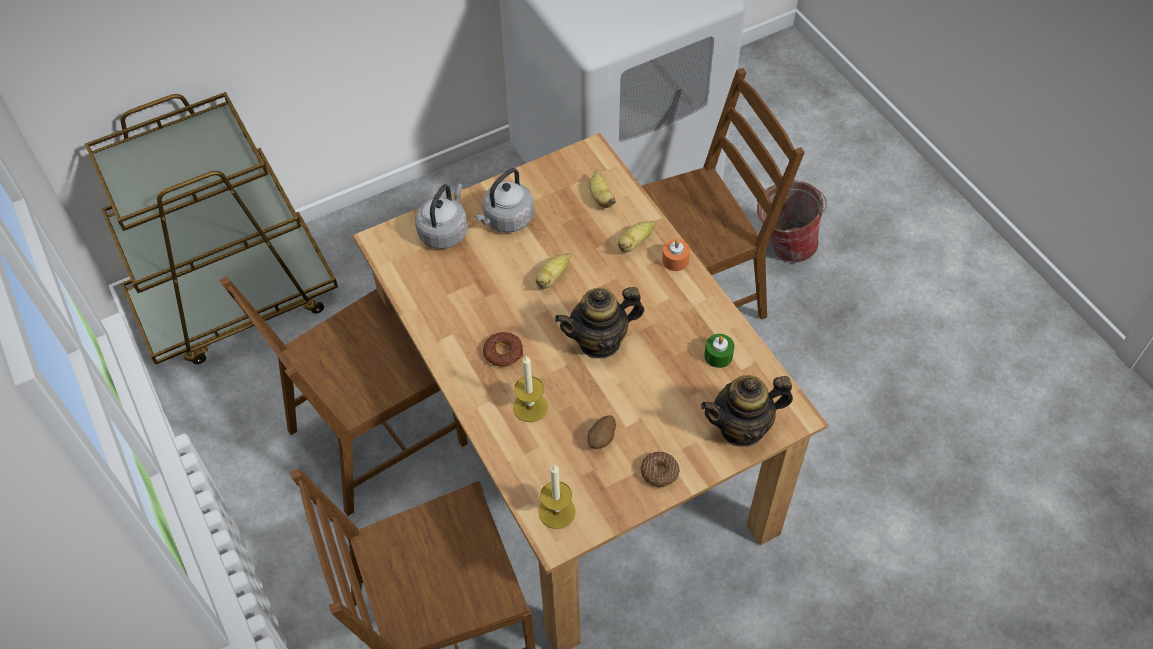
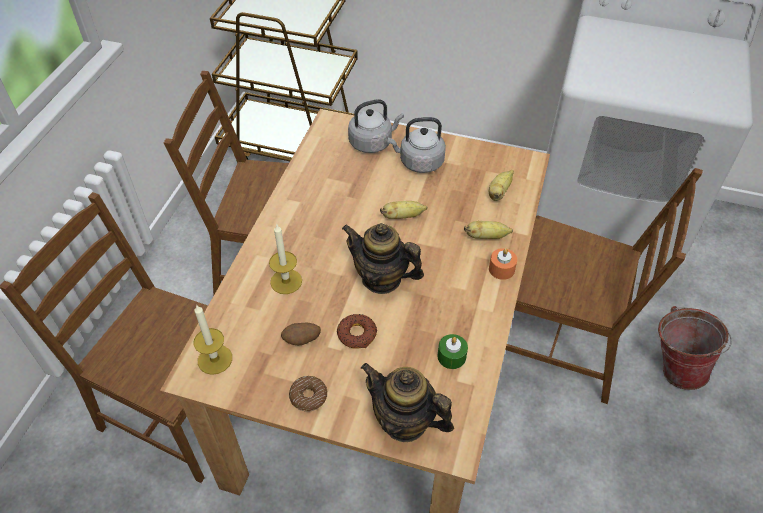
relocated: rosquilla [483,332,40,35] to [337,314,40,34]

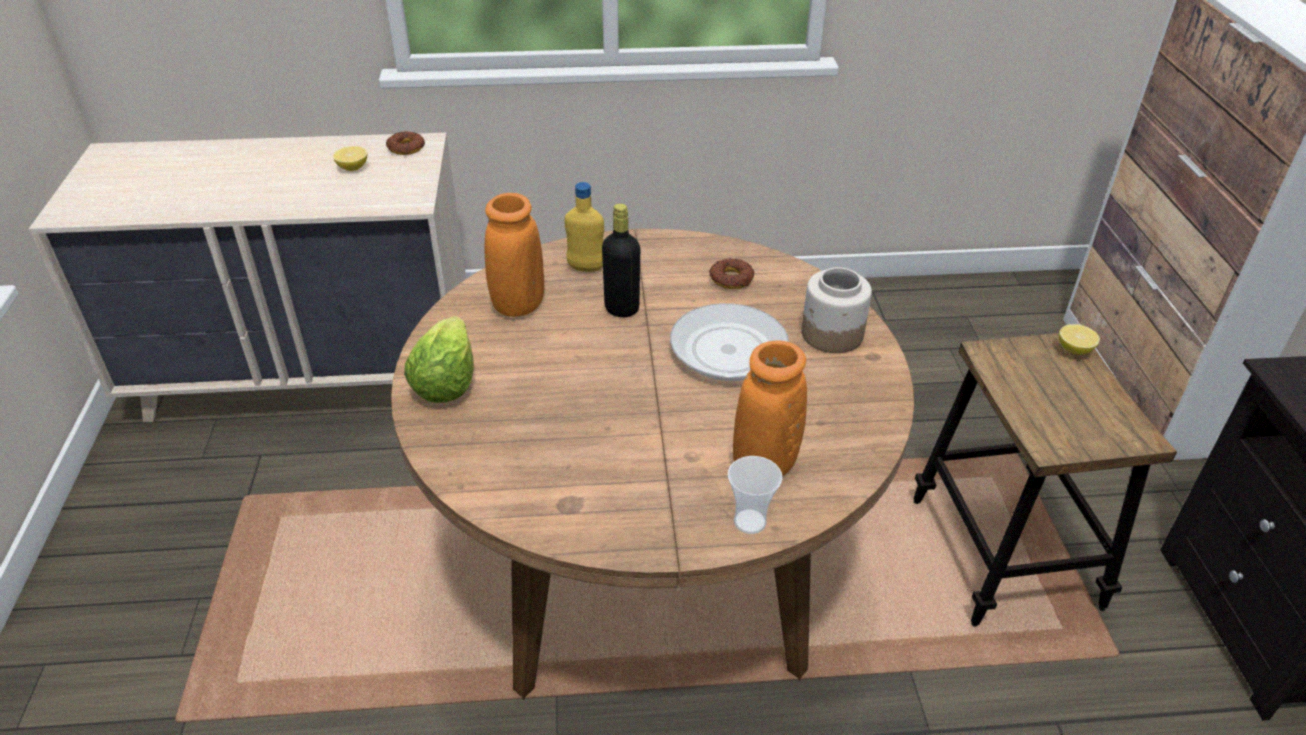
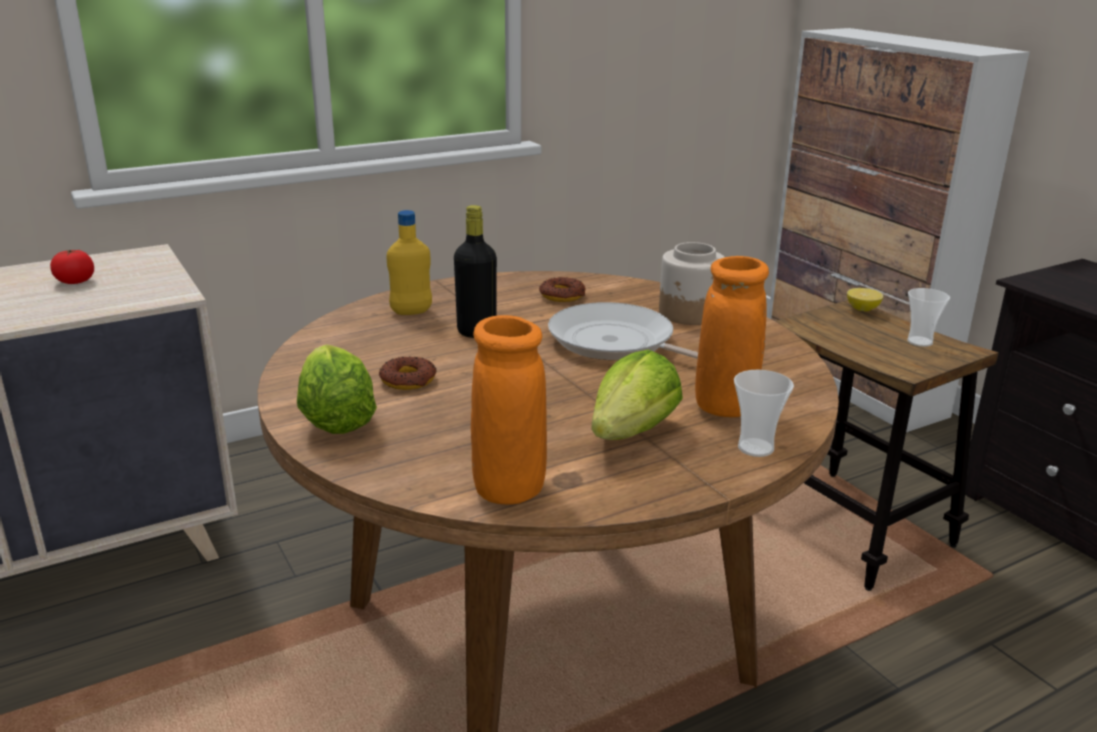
appeared: lechuga [591,350,92,90]; taza [907,288,43,59]
relocated: rosquilla [386,131,39,24] to [379,357,58,33]; florero [naranja] [484,193,60,124] to [471,315,76,190]
exchanged: limón [333,146,34,25] to tomate [50,250,44,34]

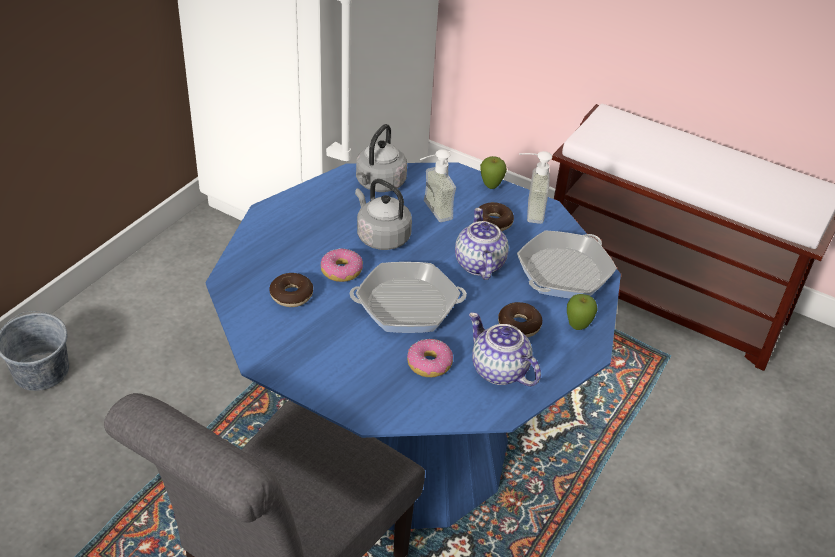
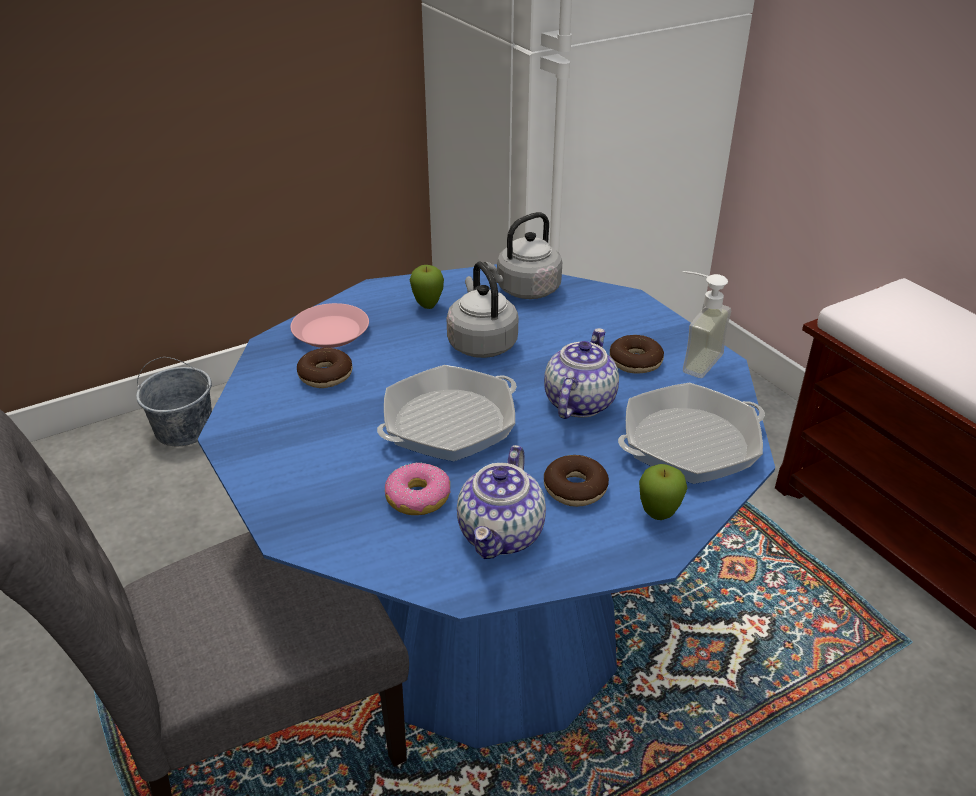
missing: rosquilla [321,248,42,34]; dispensador de jabón [419,149,37,73]
appeared: plato [rosa] [290,303,79,45]
relocated: manzana [480,156,27,33] to [410,265,34,44]
spun: sartén [349,262,118,71] = [377,365,140,97] 60 degrees counterclockwise; tetera [469,312,72,74] = [457,445,89,114] 150 degrees counterclockwise

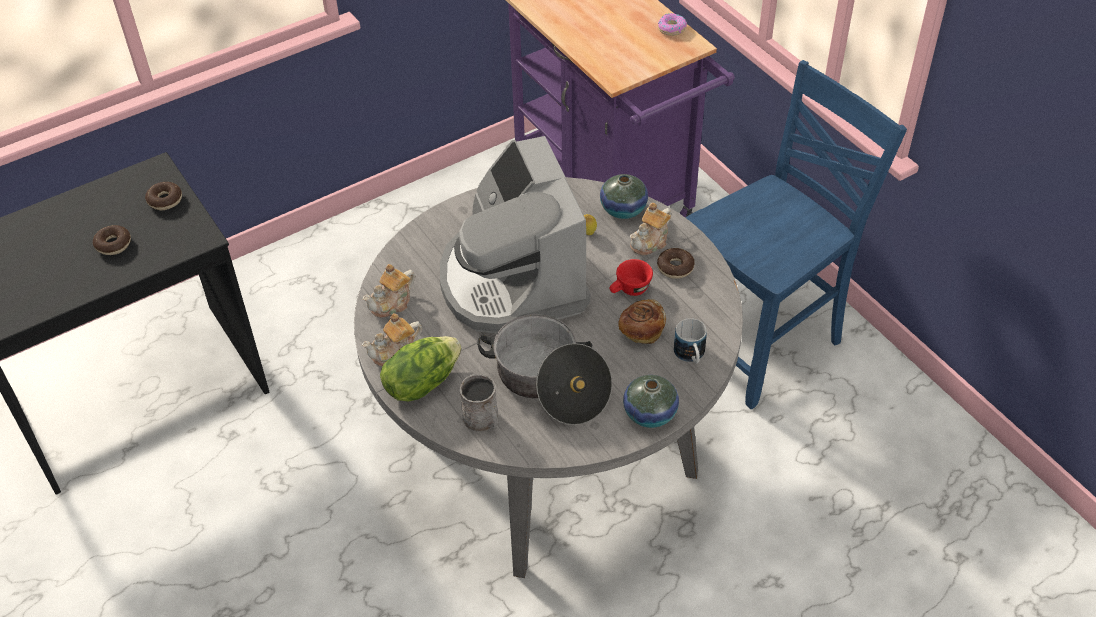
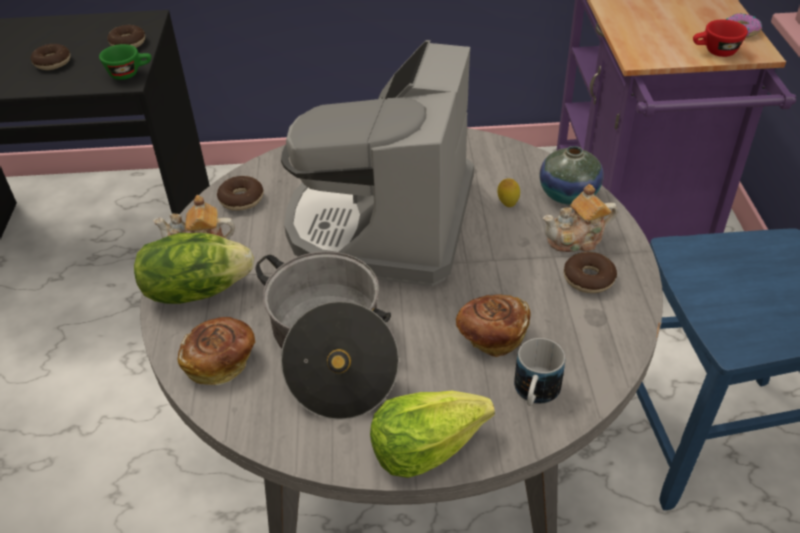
appeared: taza [verde] [99,44,52,36]
relocated: taza [rojo] [610,259,43,37] to [693,19,55,38]
exchanged: tetera [363,264,52,54] to rosquilla [217,176,47,35]; taza grande [gris] [459,374,39,58] to pan [178,317,77,68]; florero [623,375,56,53] to lechuga [370,391,125,87]

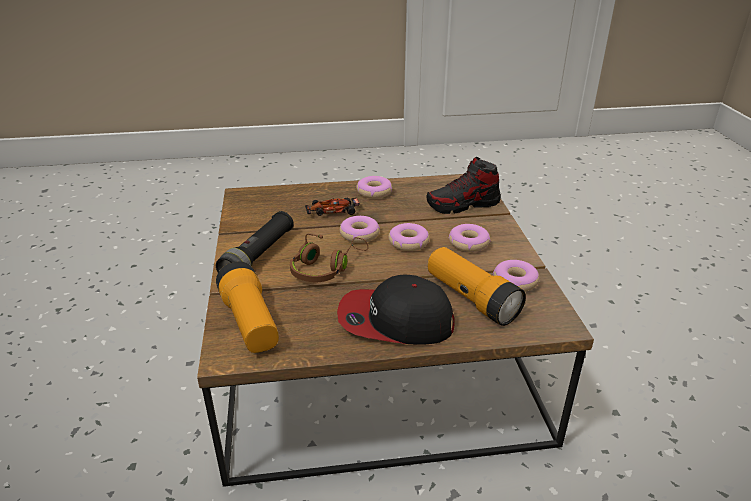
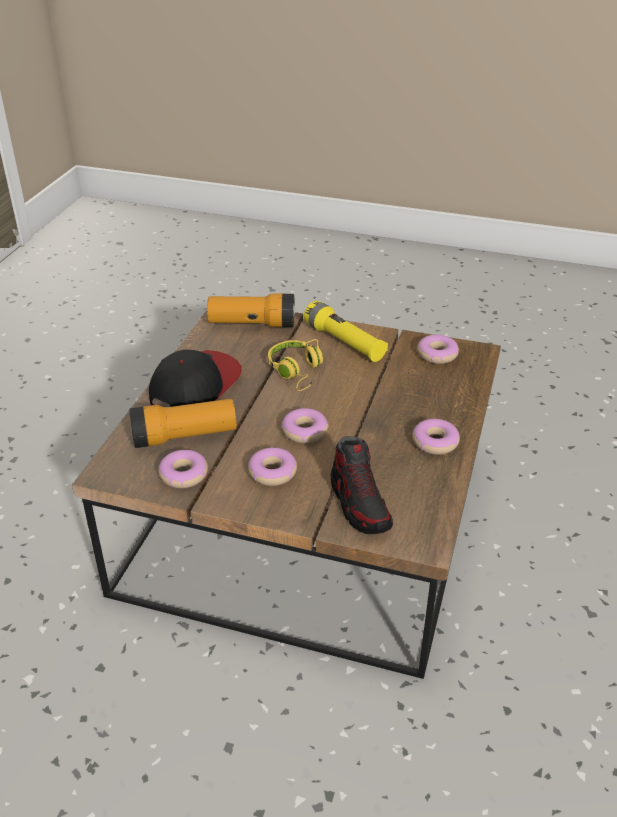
missing: coche de juguete [305,198,55,18]
relocated: rosquilla [340,216,40,27] to [417,335,42,29]
colour: linterna [negro] [216,211,78,61] to linterna [amarillo] [304,301,84,61]; auriculares [marrón] [290,234,78,49] to auriculares [amarillo] [268,339,55,52]
spun: zapato [426,157,75,57] = [331,436,62,98] 150 degrees clockwise

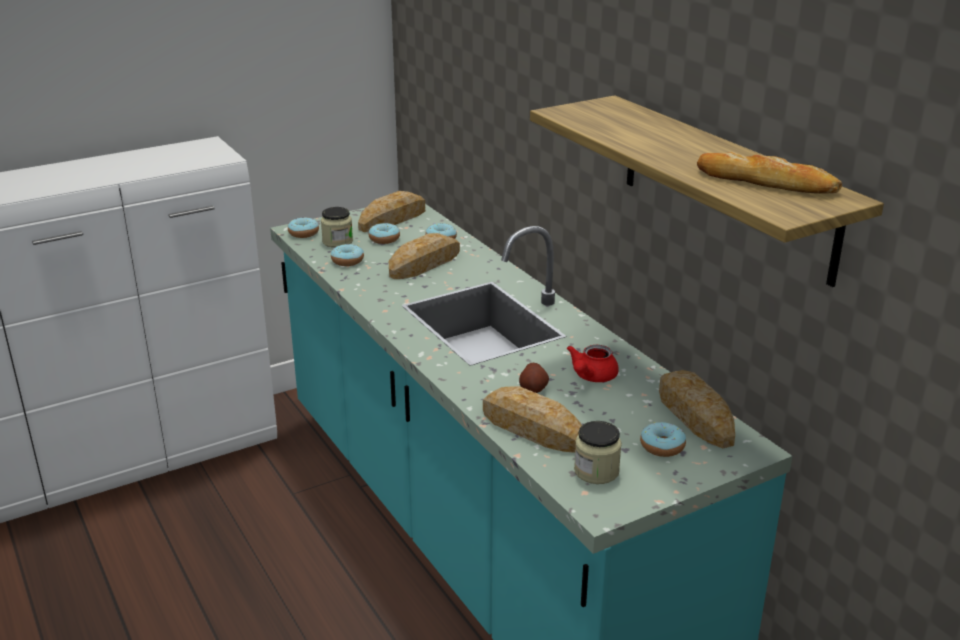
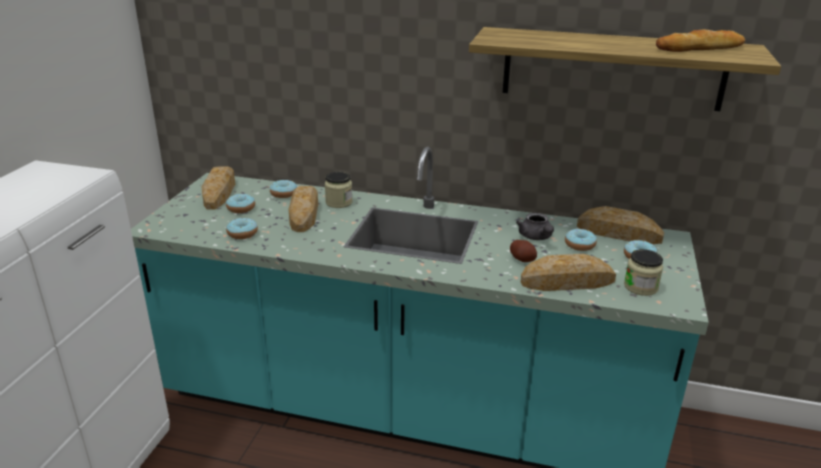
relocated: rosquilla [288,217,31,21] to [565,229,32,22]; tarro [321,207,32,41] to [325,172,27,36]
colour: tetera [rojo] [567,345,52,37] to tetera [gris] [516,213,38,27]

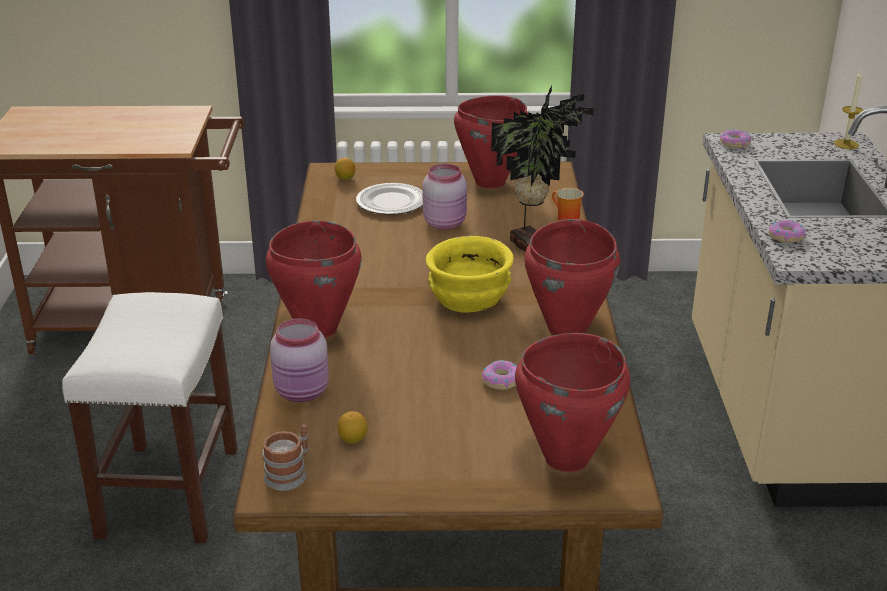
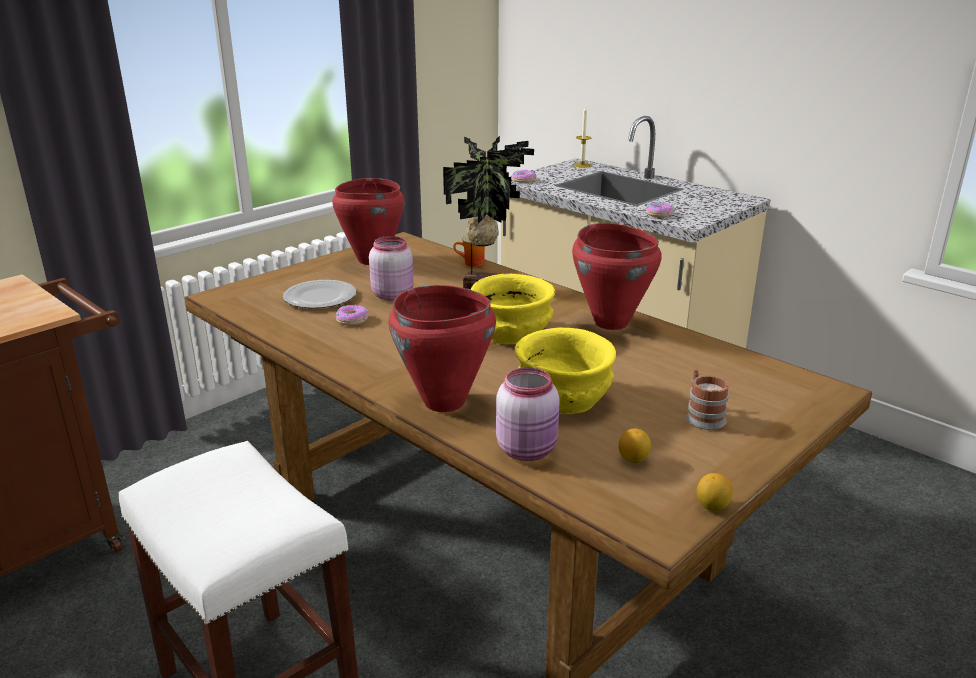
missing: olla [rojo] [515,333,115,139]
appeared: cuenco [amarillo] [515,327,101,87]
relocated: taza grande [263,424,46,67] to [686,369,43,61]; limón [335,157,20,23] to [697,473,36,38]; rosquilla [482,360,35,30] to [336,305,33,21]

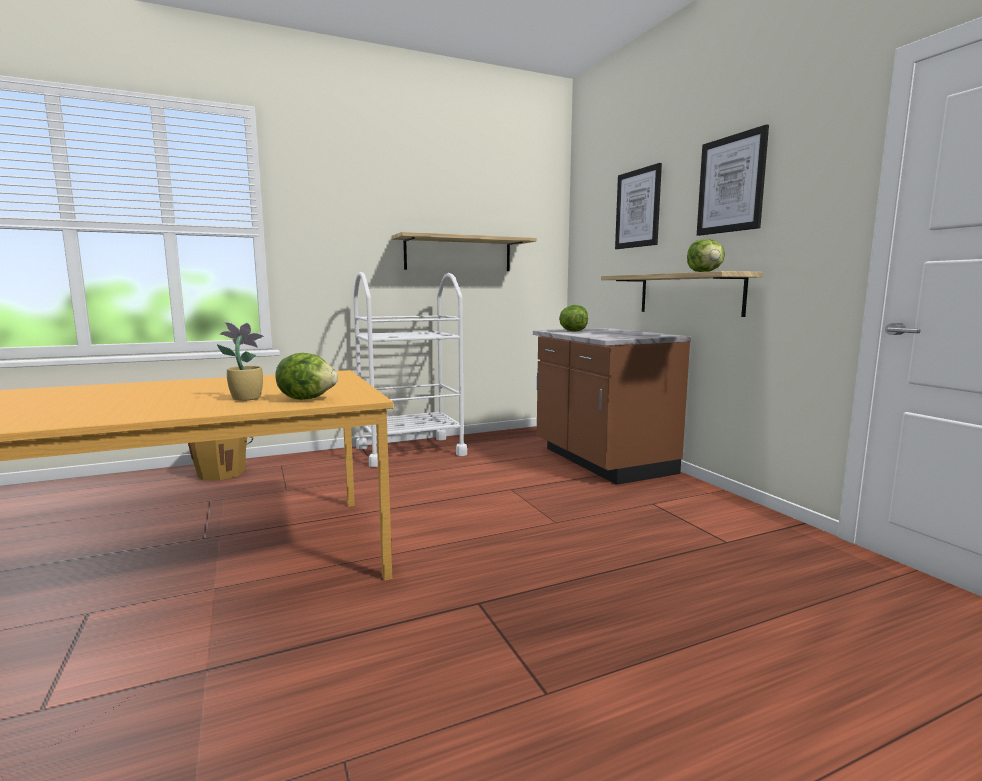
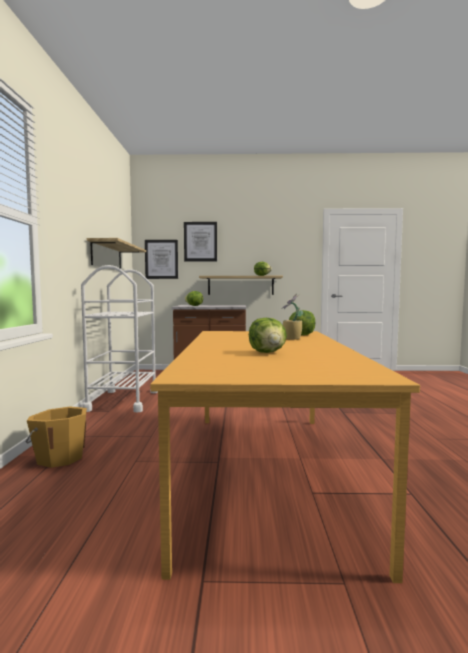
appeared: lechuga [249,318,38,35]
relocated: cuadro [697,124,72,112] to [145,240,33,39]

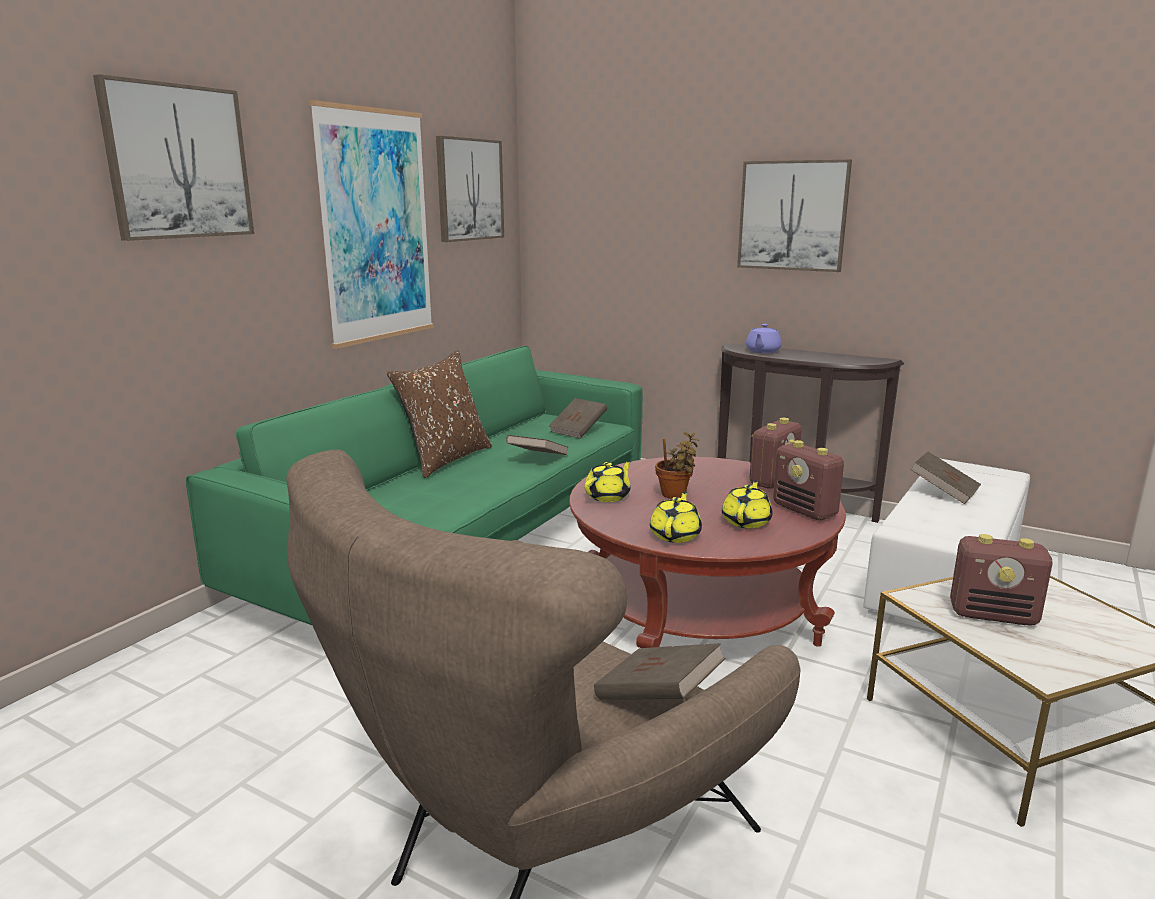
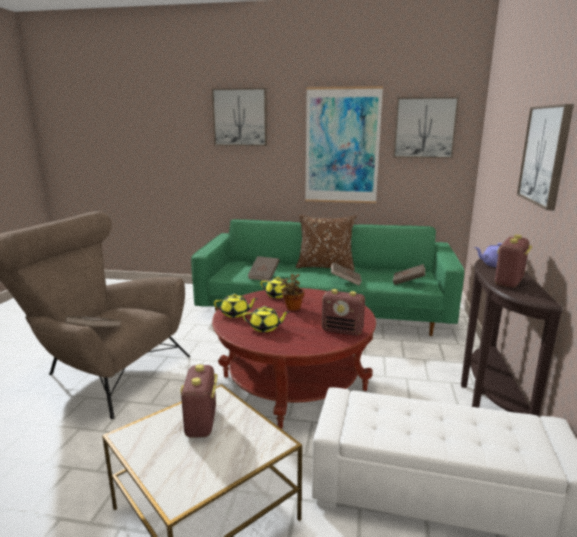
relocated: radio [773,440,71,80] to [495,234,37,54]; libro [marrón] [910,452,71,52] to [248,256,32,25]

